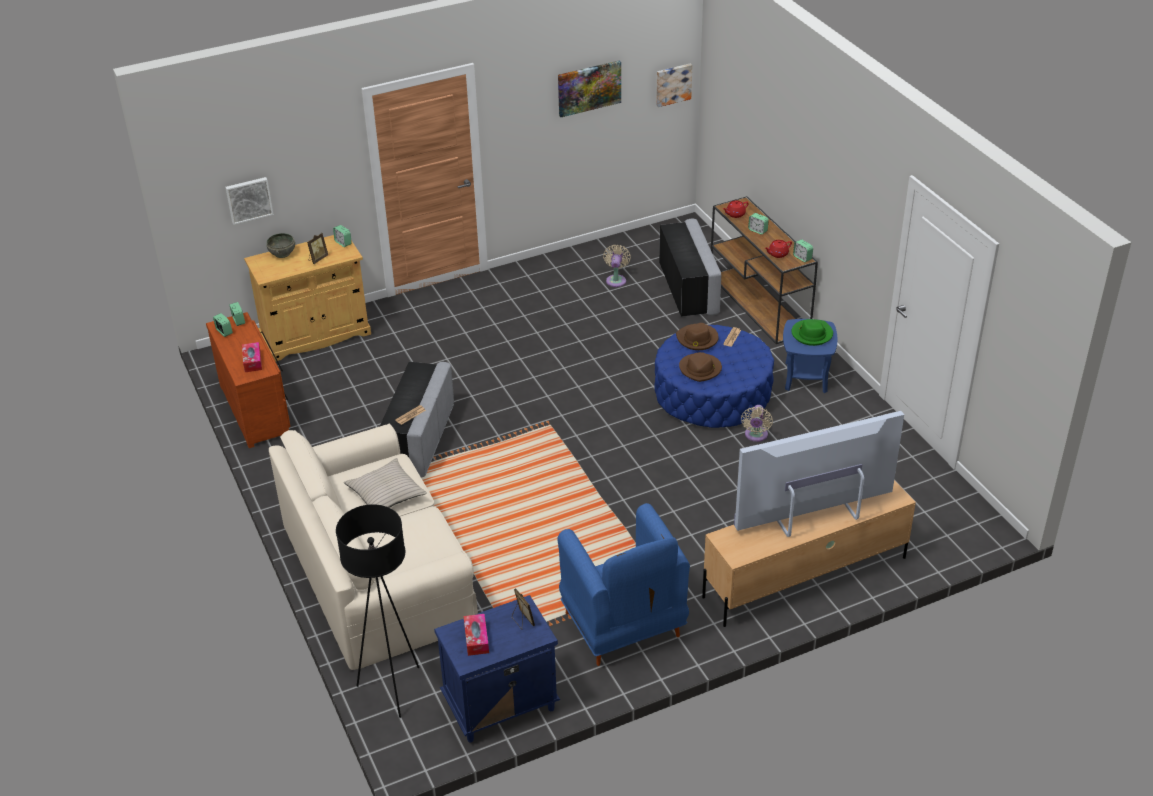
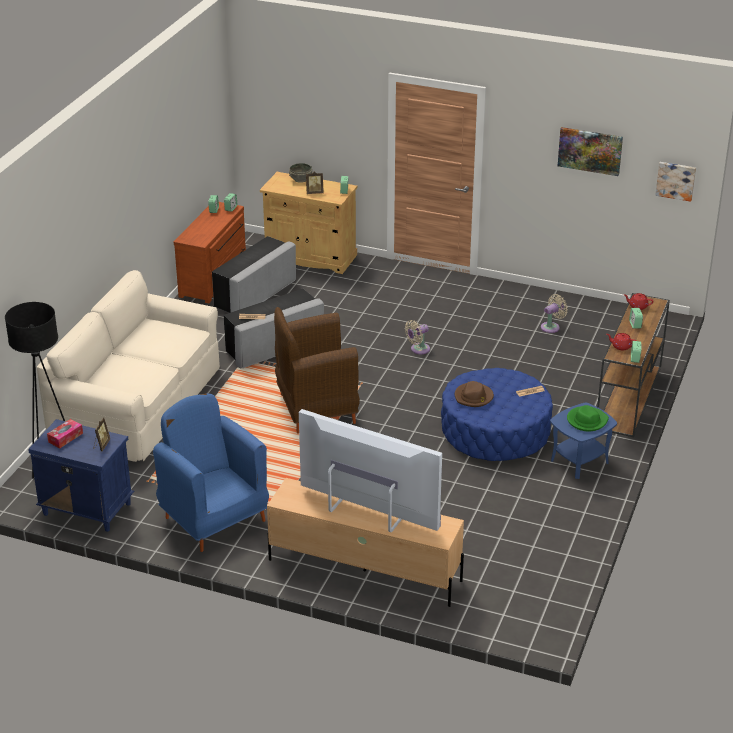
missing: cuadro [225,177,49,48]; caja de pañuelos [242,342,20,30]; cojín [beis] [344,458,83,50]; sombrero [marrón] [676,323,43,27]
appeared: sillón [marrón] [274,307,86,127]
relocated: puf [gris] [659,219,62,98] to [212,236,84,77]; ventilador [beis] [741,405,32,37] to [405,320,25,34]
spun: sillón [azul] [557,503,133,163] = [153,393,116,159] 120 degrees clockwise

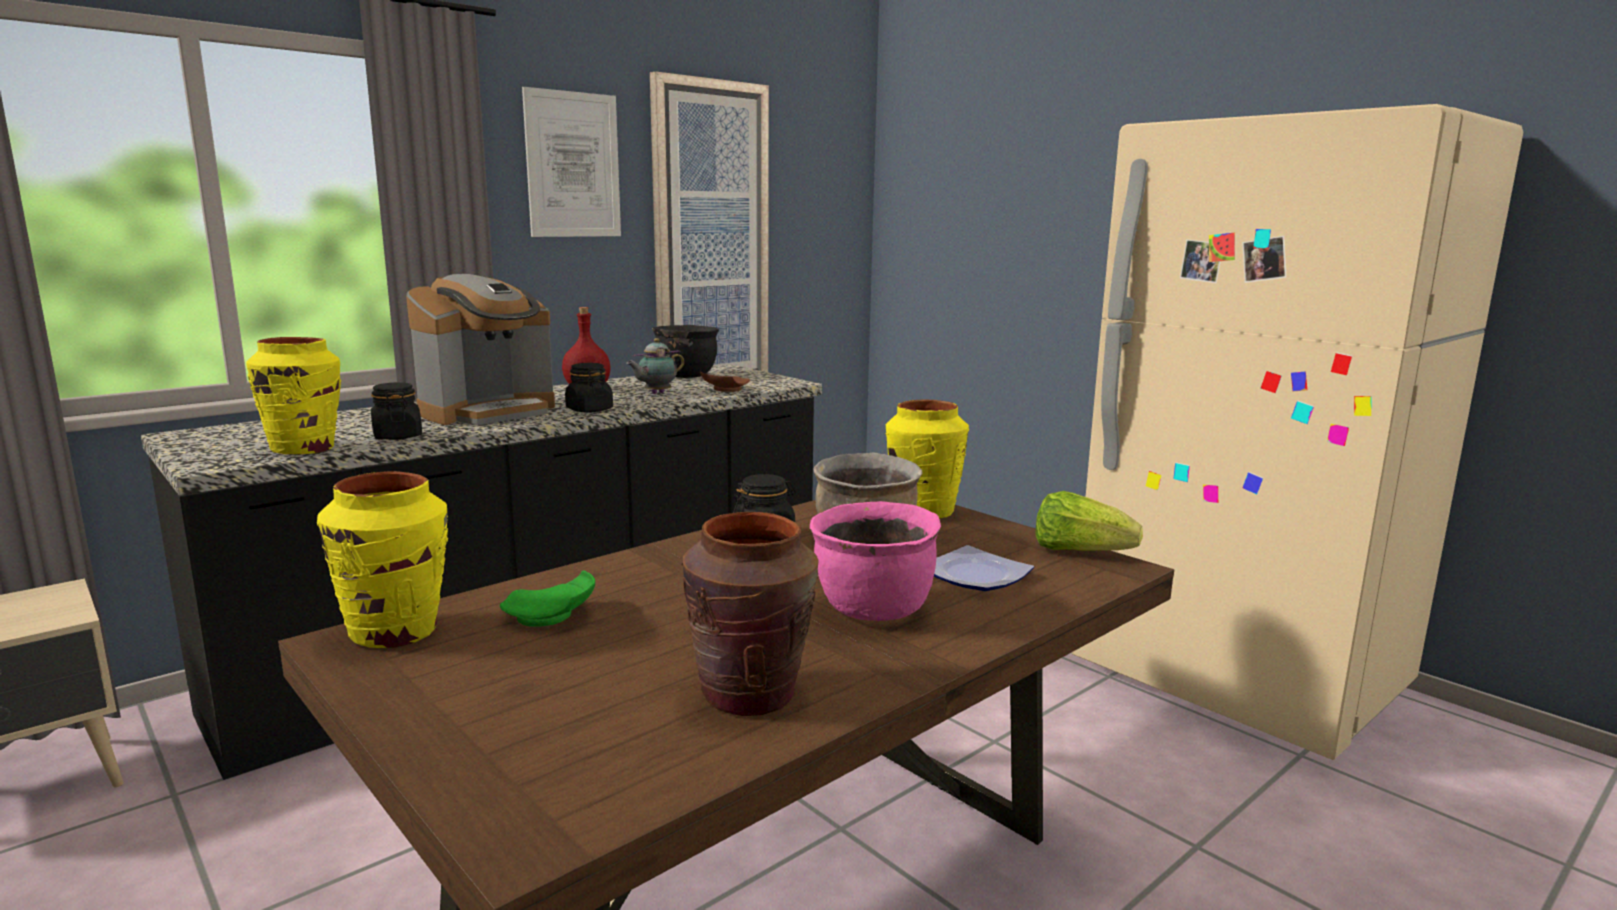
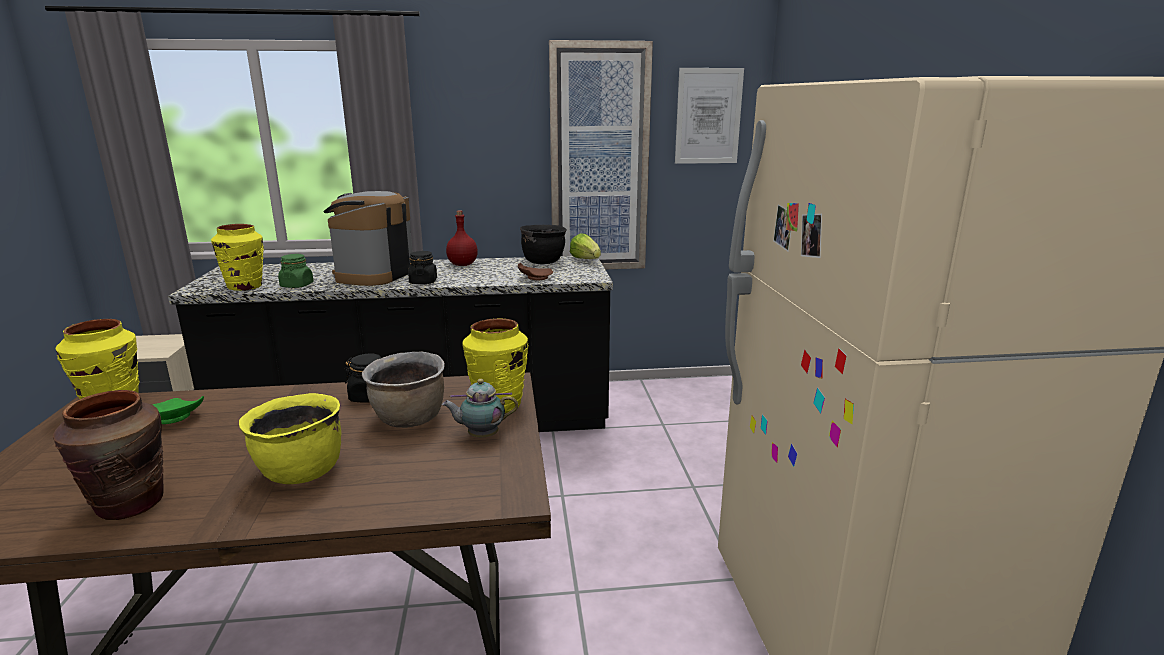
missing: plato [934,545,100,46]
relocated: cuadro [522,87,99,150] to [675,68,69,96]; tetera [626,338,58,56] to [442,379,76,58]; lechuga [1035,491,108,60] to [570,233,31,26]
colour: tarro [negro] [371,383,51,57] to tarro [verde] [278,254,36,34]; olla [rosa] [810,501,131,120] to olla [amarillo] [239,393,102,91]
spun: cafetera [406,274,149,151] = [323,191,90,95] 120 degrees clockwise

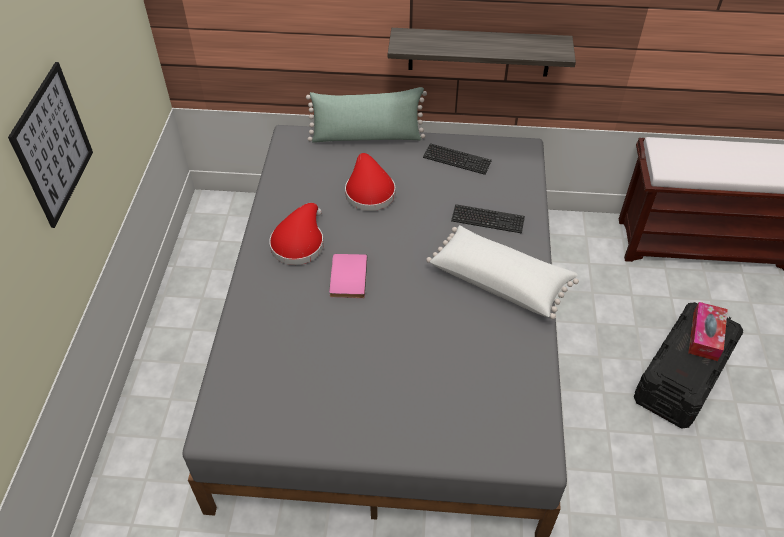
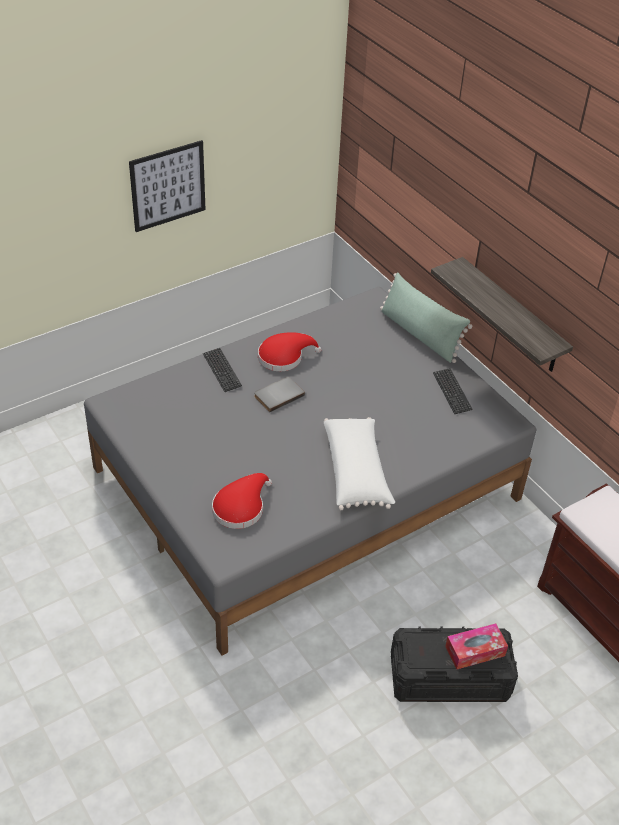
relocated: sombrero [rojo] [345,153,50,58] to [212,473,60,56]; teclado [451,204,74,29] to [203,348,39,44]
colour: libro [rosa] [329,254,38,44] to libro [gris] [254,377,51,35]

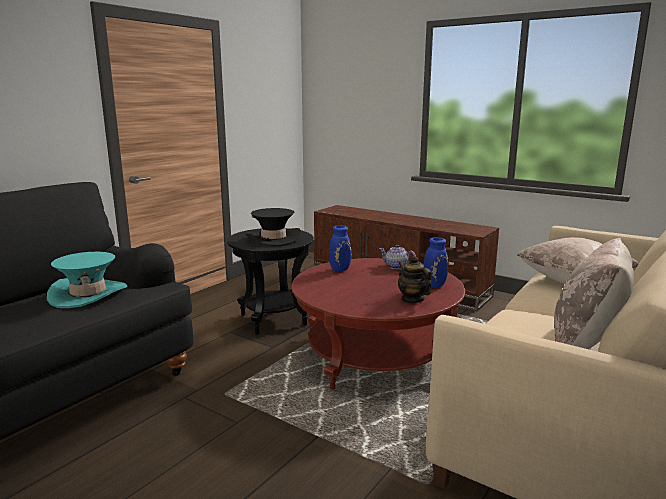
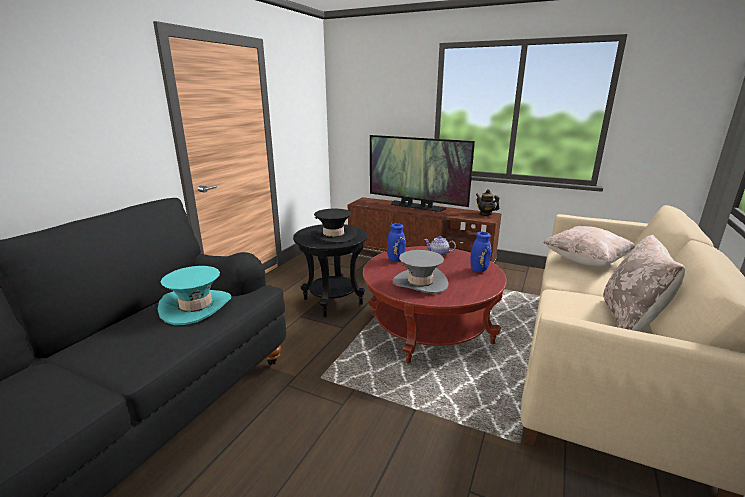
appeared: televisor [370,135,105,77]; sombrero [gris] [393,250,56,44]
relocated: tetera [398,256,34,47] to [476,189,23,27]

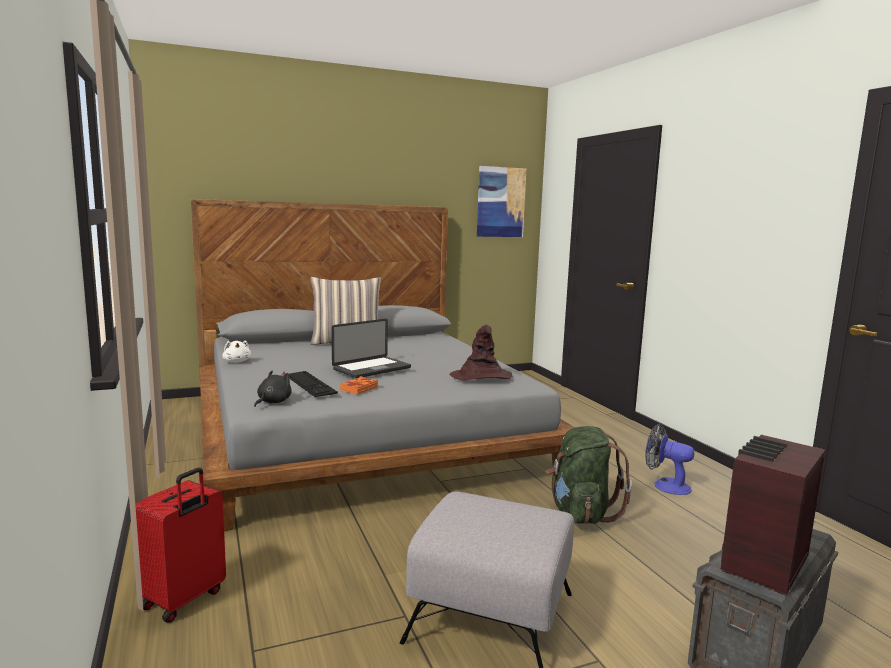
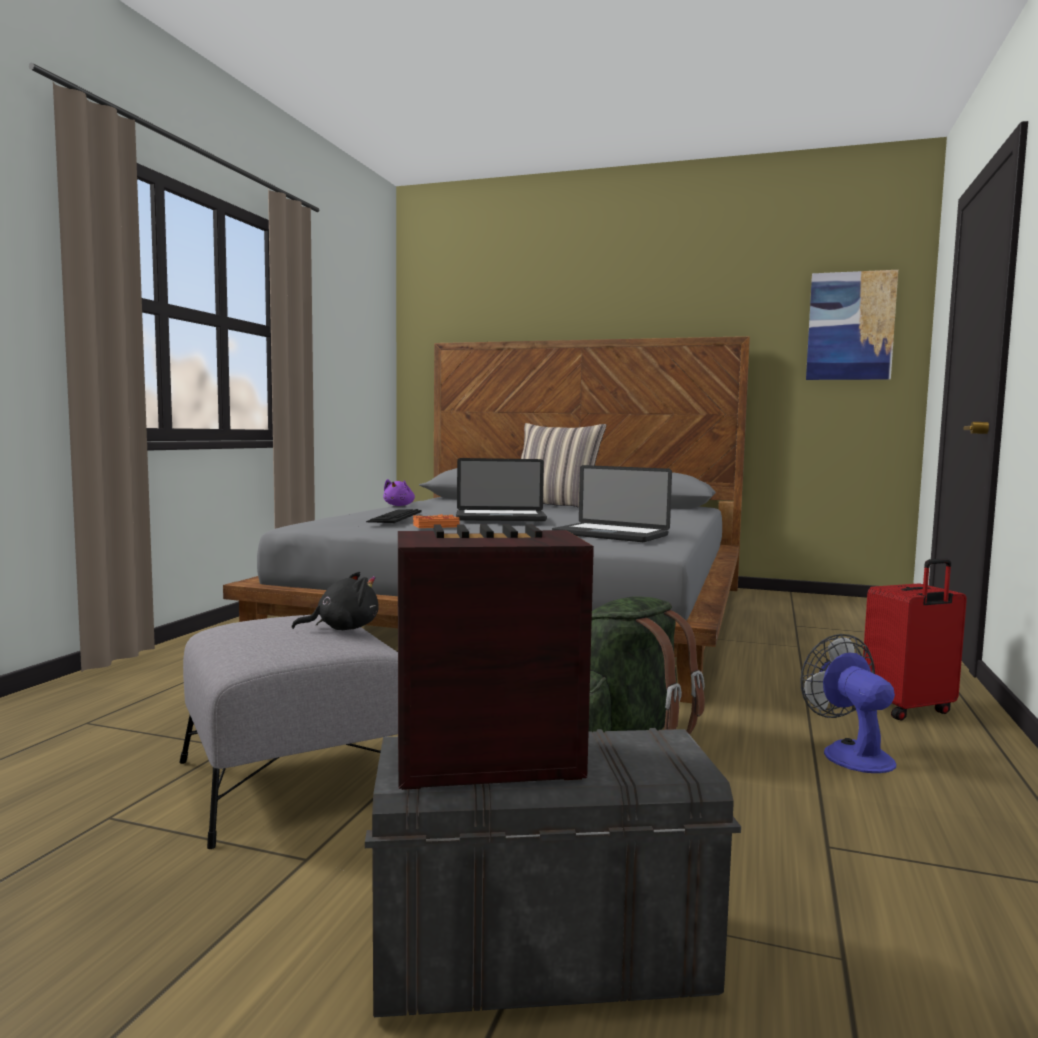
relocated: maleta [rojo] [135,468,91,155] to [863,558,104,162]; peluche [negro] [254,370,38,37] to [292,572,87,58]
exchanged: sombrero [marrón] [449,325,63,56] to portátil [552,465,120,77]
colour: peluche [blanco] [222,340,29,23] to peluche [morado] [383,479,32,27]

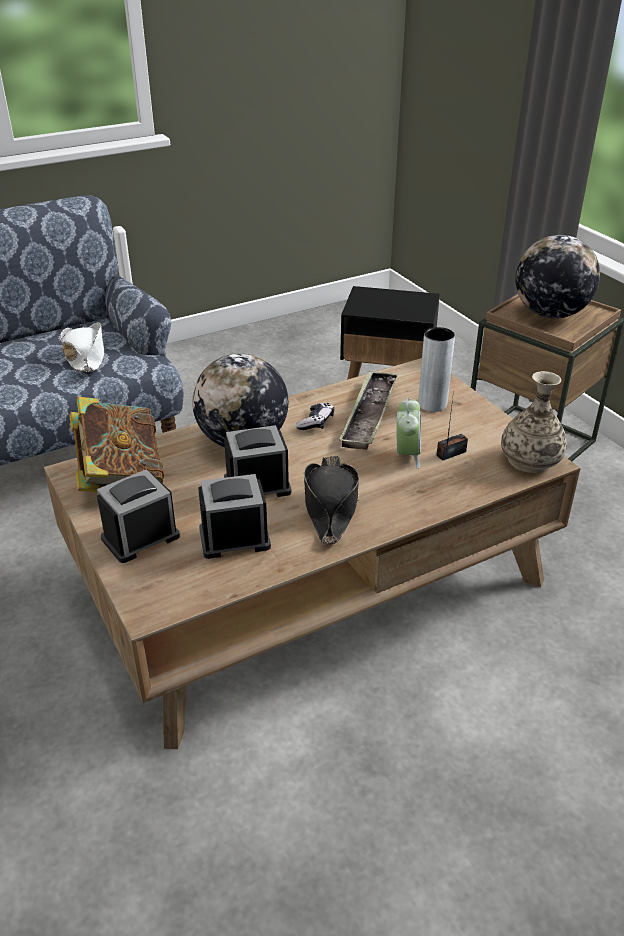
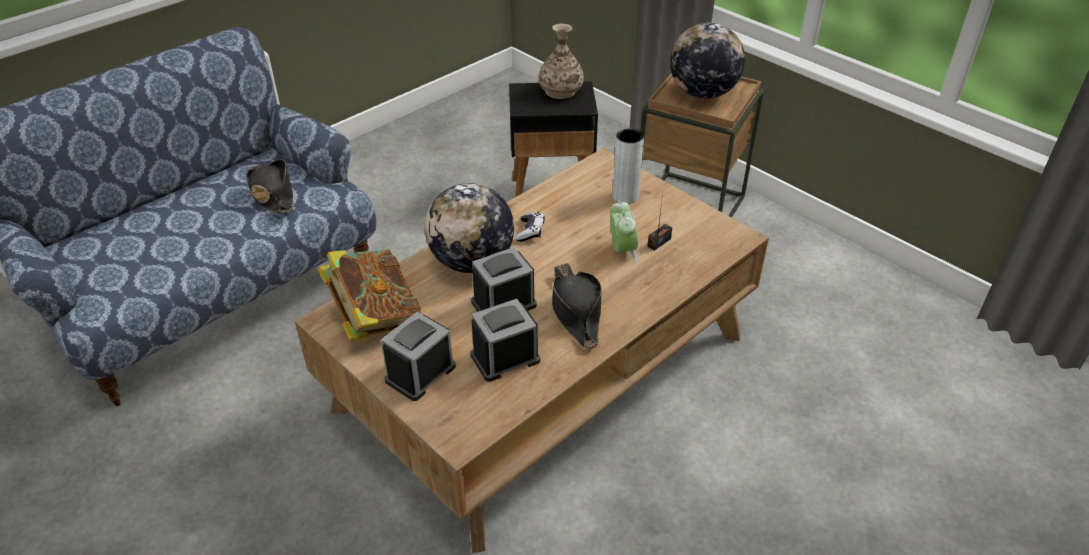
missing: bandeja [339,371,59,79]
relocated: florero [501,371,66,102] to [538,24,46,75]
colour: sombrero [blanco] [60,322,44,50] to sombrero [negro] [246,159,47,54]

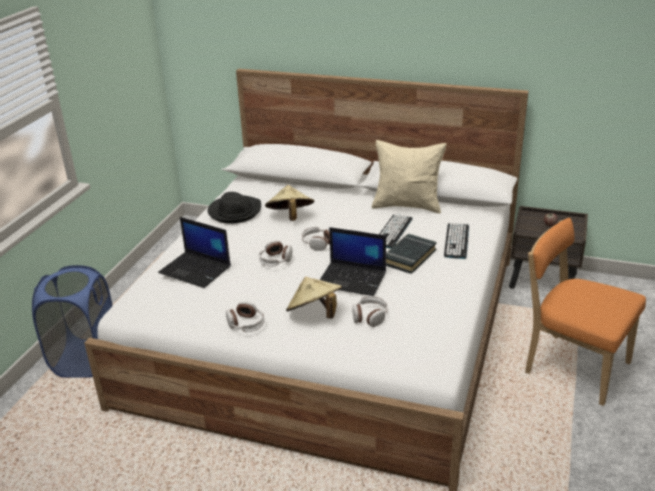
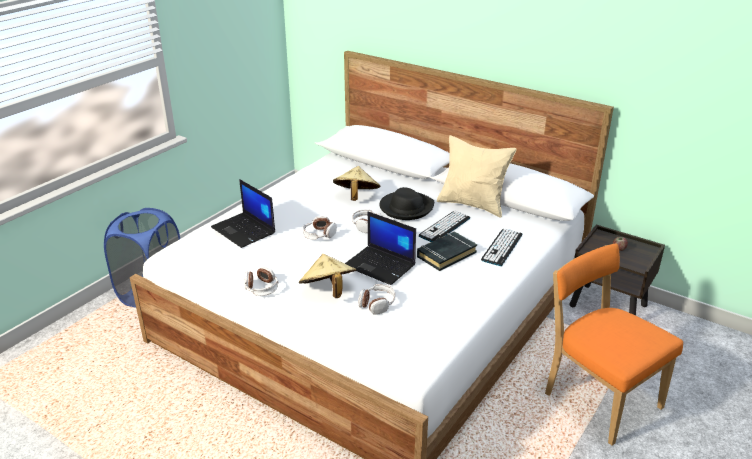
relocated: sombrero [negro] [208,192,53,31] to [379,187,55,33]

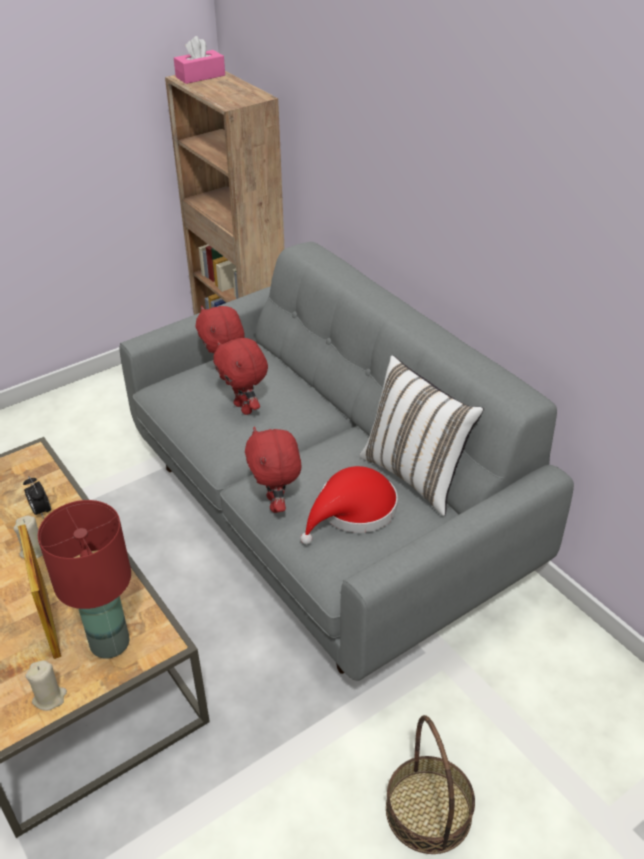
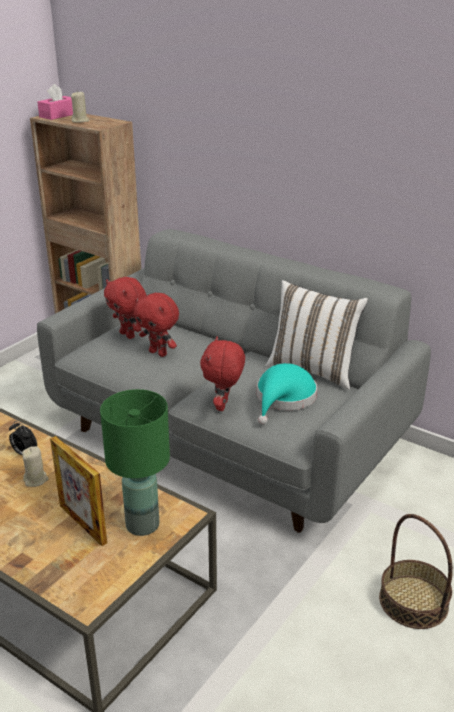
relocated: vela [beis] [25,660,42,51] to [71,91,18,32]
colour: lámpara de mesa [rojo] [38,500,93,159] to lámpara de mesa [verde] [100,389,70,147]; sombrero [rojo] [300,466,98,79] to sombrero [turquesa] [257,363,60,62]
spun: peluche [rojo] [245,426,56,87] = [200,336,45,75] 45 degrees clockwise

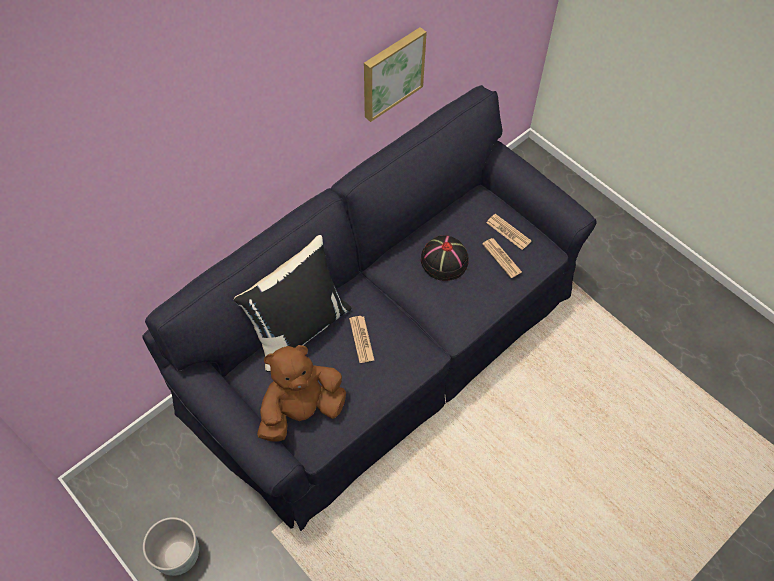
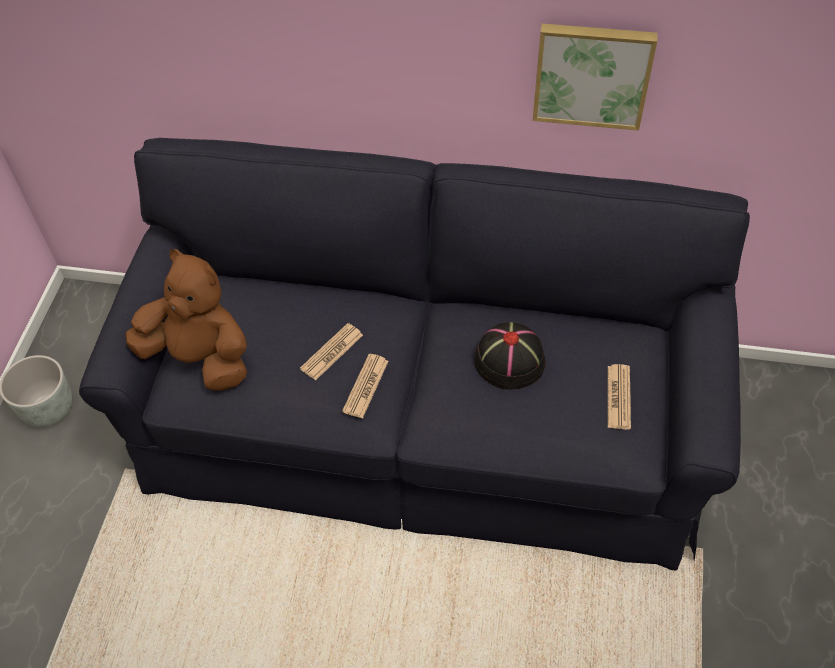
missing: cojín [negro] [234,235,117,137]
relocated: periódico [482,238,40,40] to [342,354,47,65]

